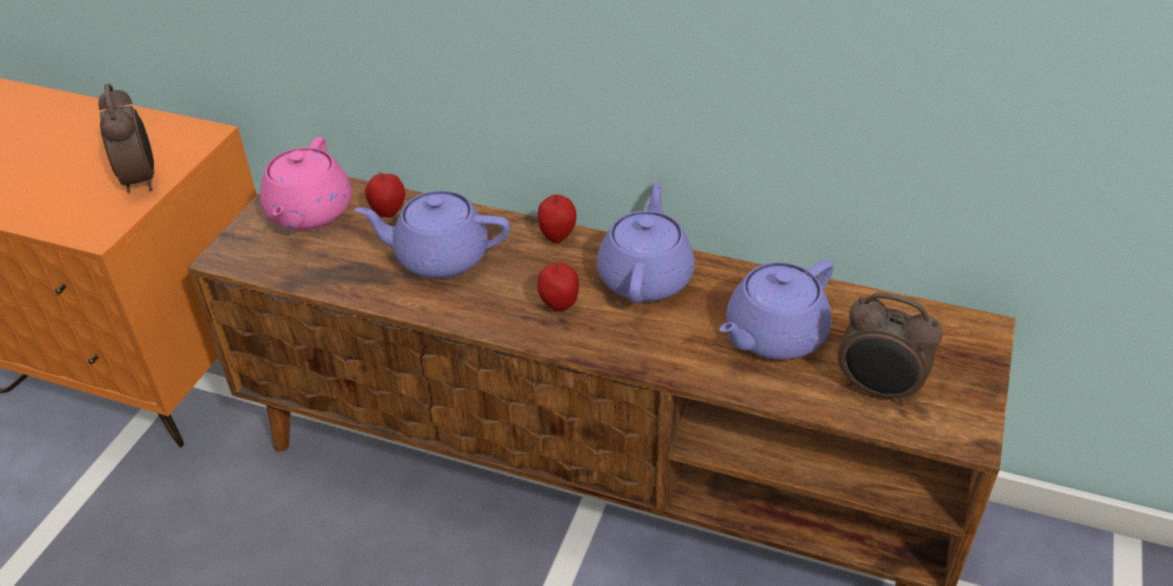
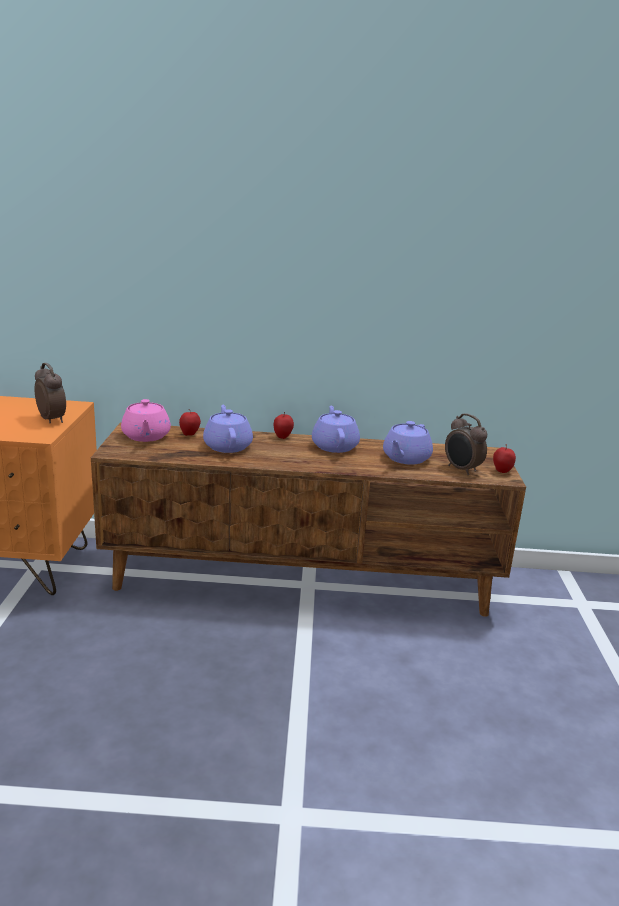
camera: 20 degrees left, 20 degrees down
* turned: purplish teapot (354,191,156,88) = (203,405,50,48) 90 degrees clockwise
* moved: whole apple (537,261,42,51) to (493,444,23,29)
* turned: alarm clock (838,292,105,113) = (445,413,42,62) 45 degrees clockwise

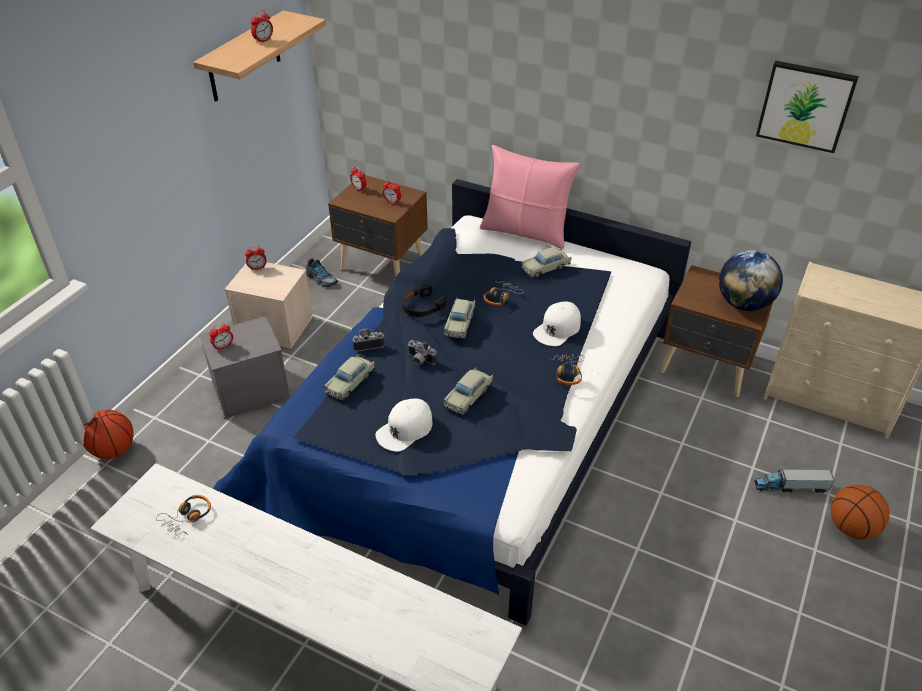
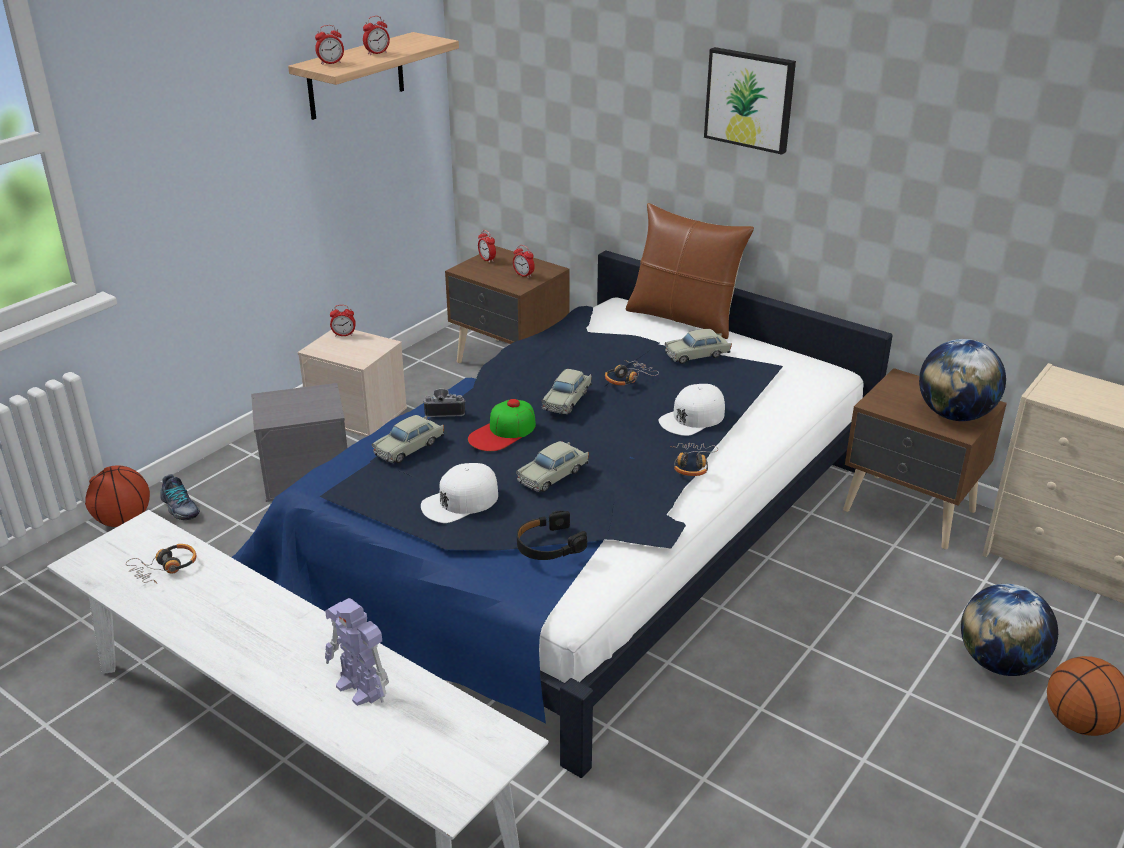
camera: 10 degrees right, 10 degrees down
* moved: wall art (756,61,103,92) to (704,47,92,108)
* recoloured: pink throw pillow (480,145,100,104) to brownish throw pillow (626,203,128,136)
* moved: item of footwear (305,258,33,29) to (160,474,40,46)
* moved: blackish headset (402,284,44,33) to (517,511,70,49)
* moved: alarm clock (209,323,24,28) to (315,25,29,40)
* replaced: still camera (407,340,30,25) to baseball cap (468,399,68,52)
* replaced: toy truck (754,468,81,25) to desk globe (961,584,97,92)
* added: model robot (325,598,64,108)

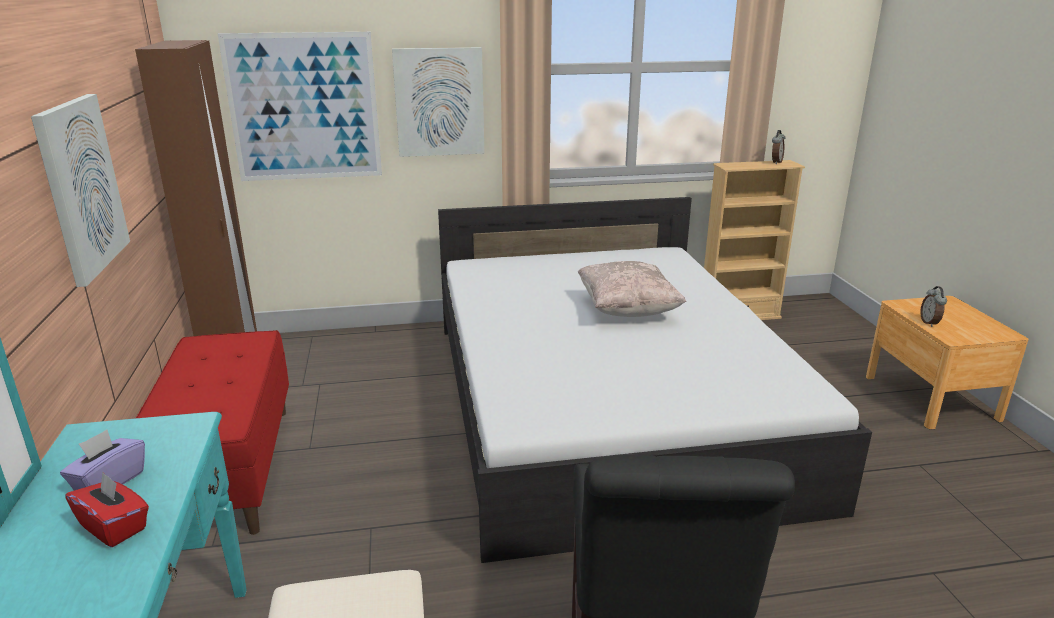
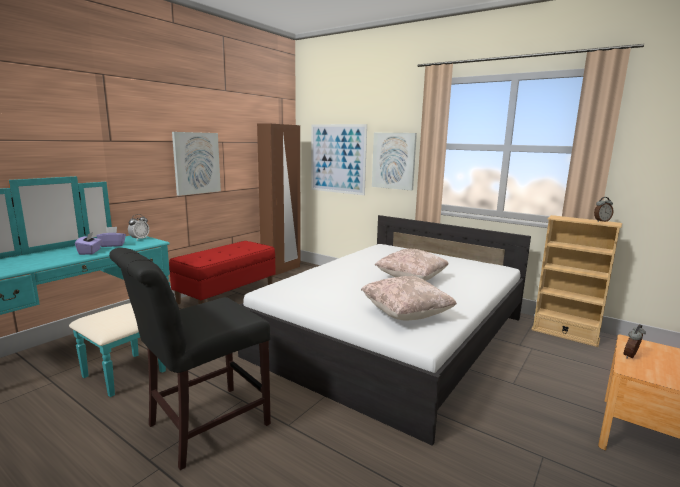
camera: 45 degrees right, 10 degrees down
* recoloured: red-coloured box of tissues (65,471,84,76) to purplish box of tissues (75,232,27,23)
* added: alarm clock (128,214,21,26)
* added: beige throw pillow (361,276,96,44)

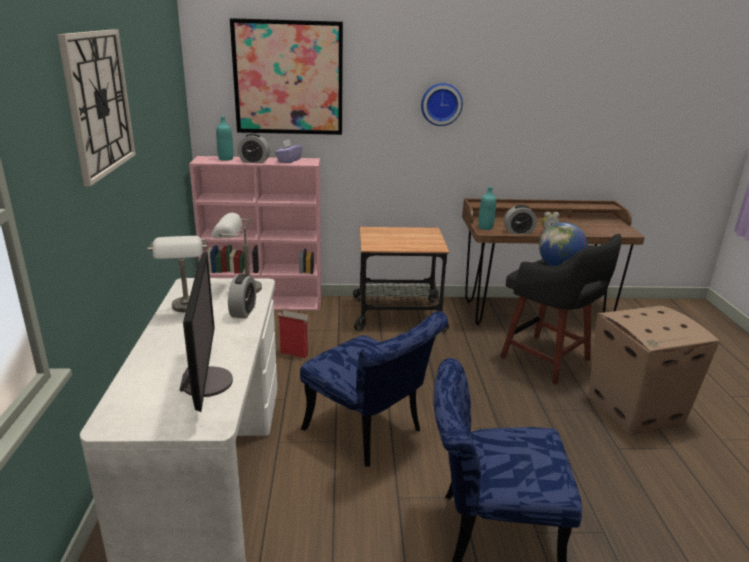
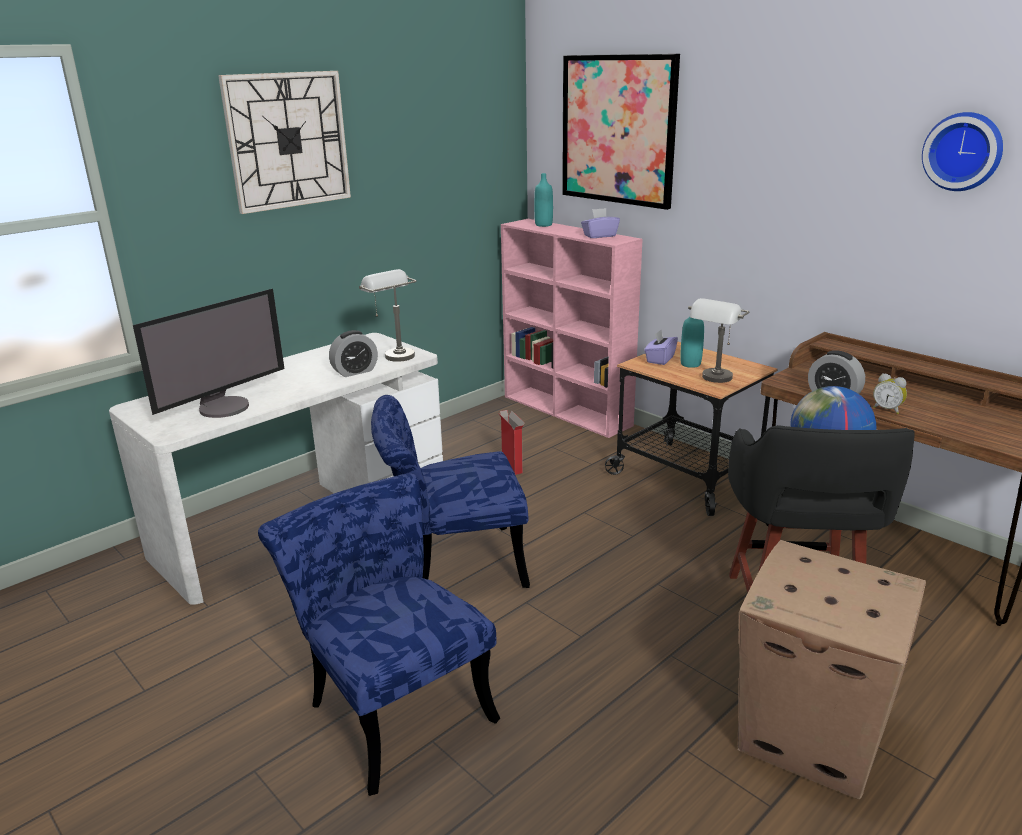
camera: 50 degrees right, 0 degrees up
* moved: hanging clock (421,83,42,43) to (922,112,81,79)
* removed: alarm clock (238,133,32,31)
* moved: turquoise drink bottle (478,187,18,43) to (680,317,24,51)
* moved: grey table lamp (148,236,59,76) to (688,298,61,85)
* turned: blue-coloured upright chair (300,311,148,156) = (371,395,159,193) 75 degrees clockwise
* added: purplish box of tissues (644,330,34,35)

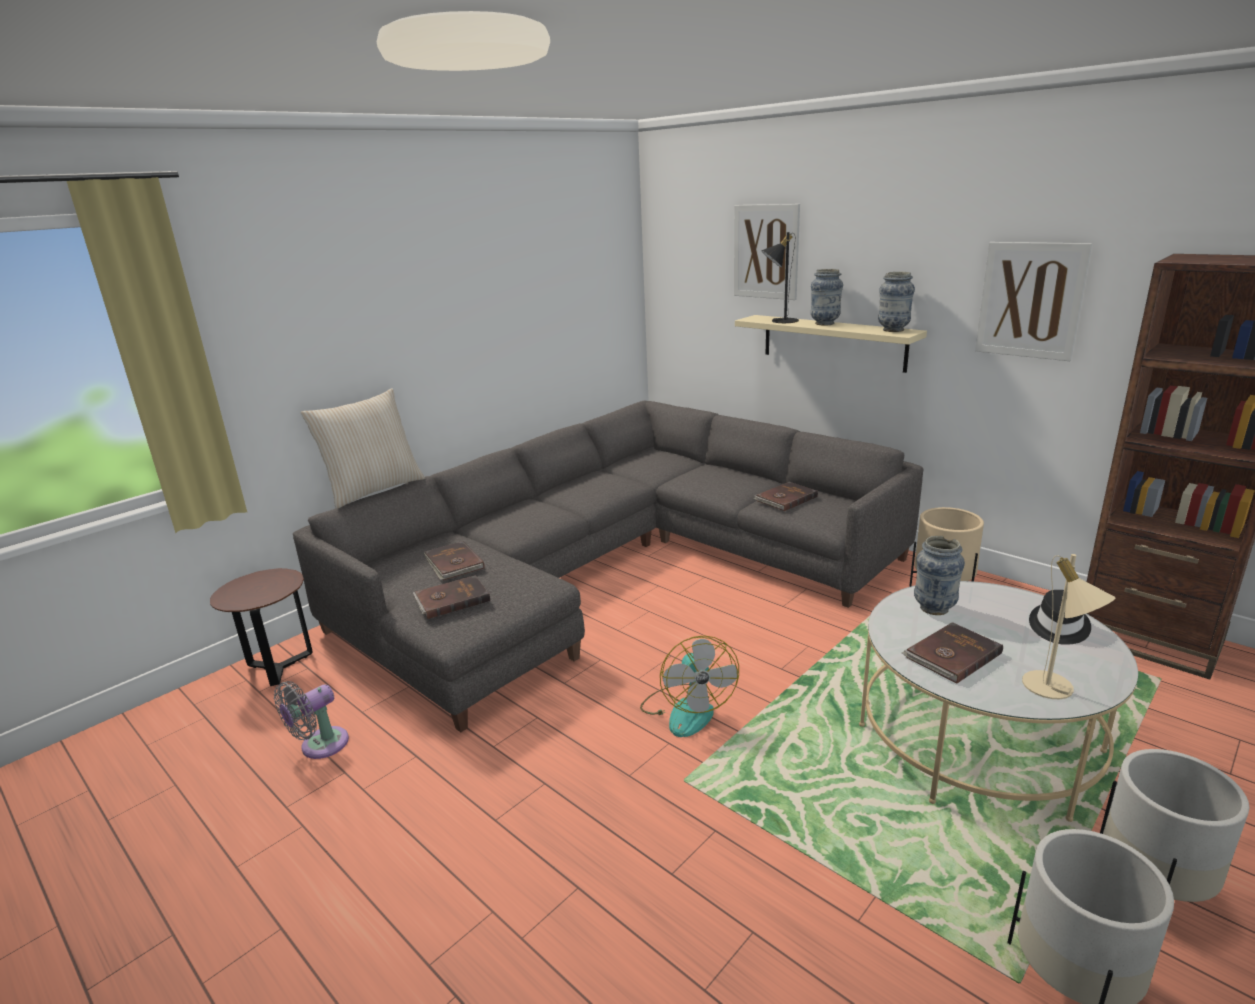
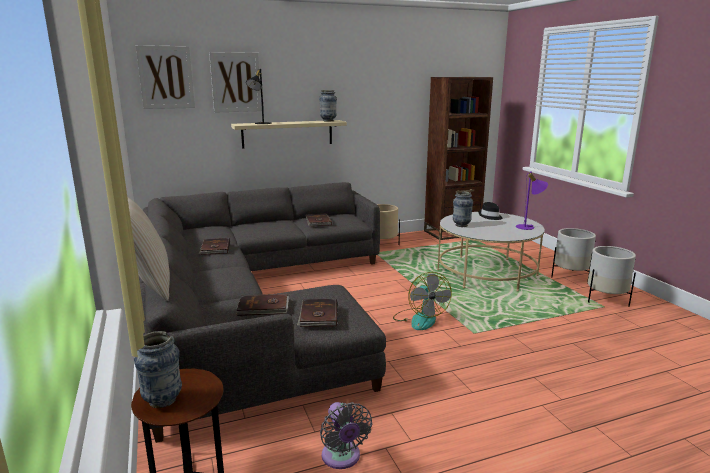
camera: 65 degrees left, 5 degrees down
* moved: wall art (975,242,117,119) to (136,45,59,64)
* moved: vase (811,269,32,56) to (134,331,48,77)
* recoloured: beige table lamp (1022,554,93,145) to purplish table lamp (516,171,32,59)
* moved: brownish volume (902,622,101,62) to (198,238,32,17)
* turned: cooling fan (640,636,99,101) = (393,272,59,58) 60 degrees clockwise

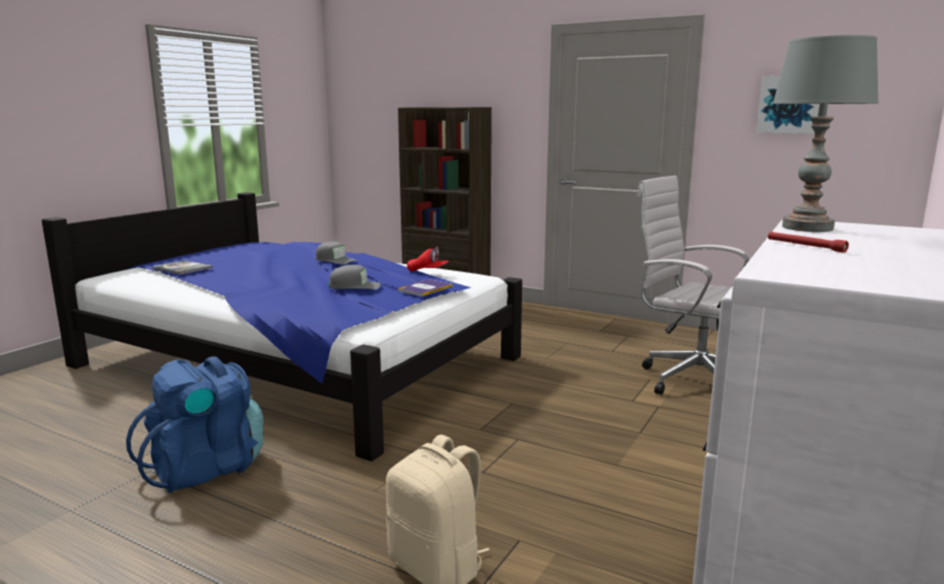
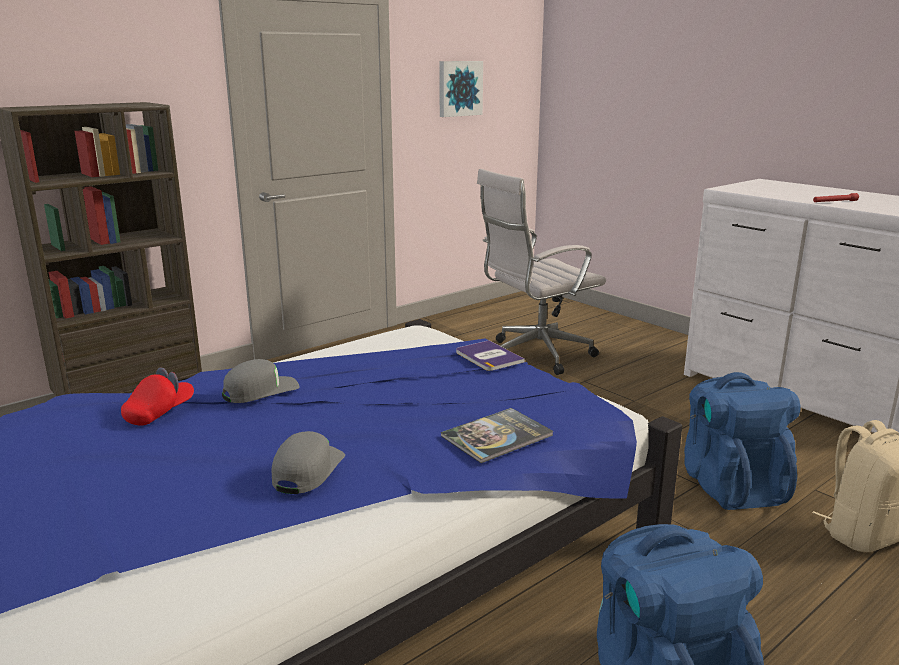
camera: 70 degrees left, 5 degrees up
* removed: grey table lamp (772,35,107,197)
* moved: red-coloured baseball cap (407,247,42,25) to (121,367,73,59)
* moved: volume (152,260,61,15) to (441,408,112,55)
* moved: grey baseball cap (329,265,52,24) to (272,431,73,63)
* added: blue-coloured backpack (684,372,117,138)

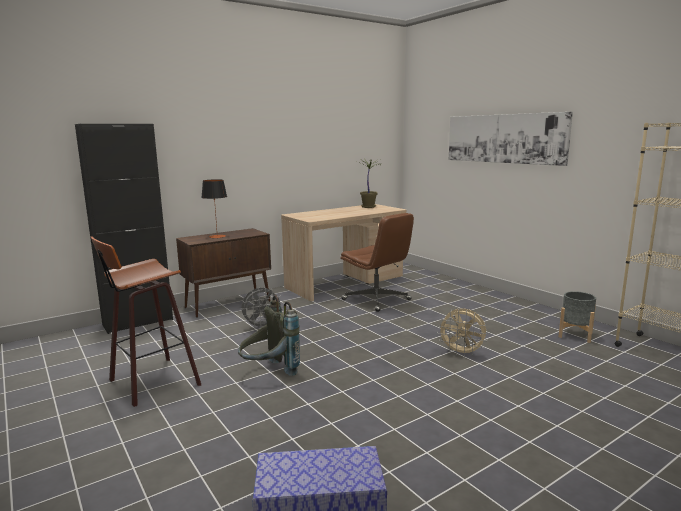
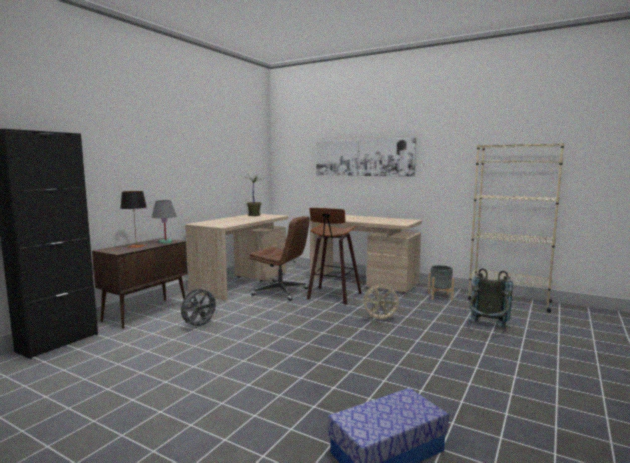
camera: 25 degrees left, 5 degrees down
* moved: stool (91,236,110,171) to (307,208,55,97)
* moved: grey backpack (238,295,62,81) to (469,268,44,60)
* added: grey table lamp (152,200,25,44)
* added: beige desk table (310,215,112,78)

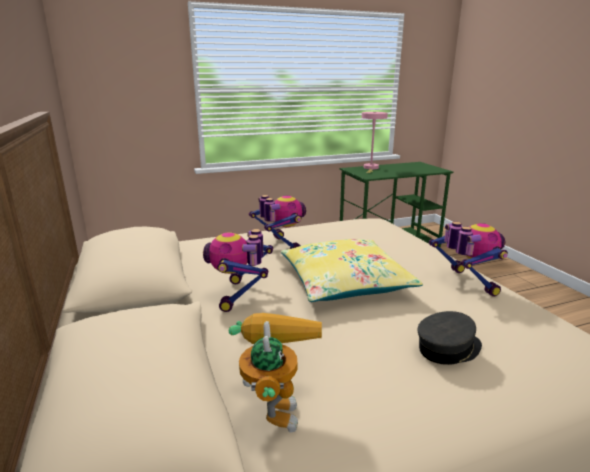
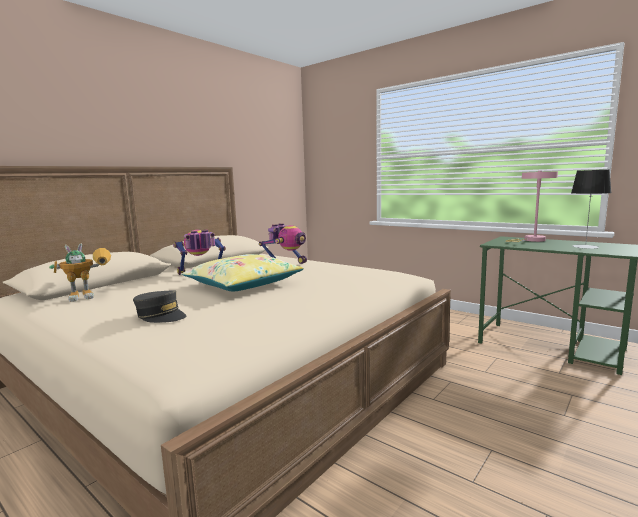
camera: 60 degrees right, 10 degrees down
* removed: model robot (429,222,79,75)
* added: table lamp (571,170,40,79)

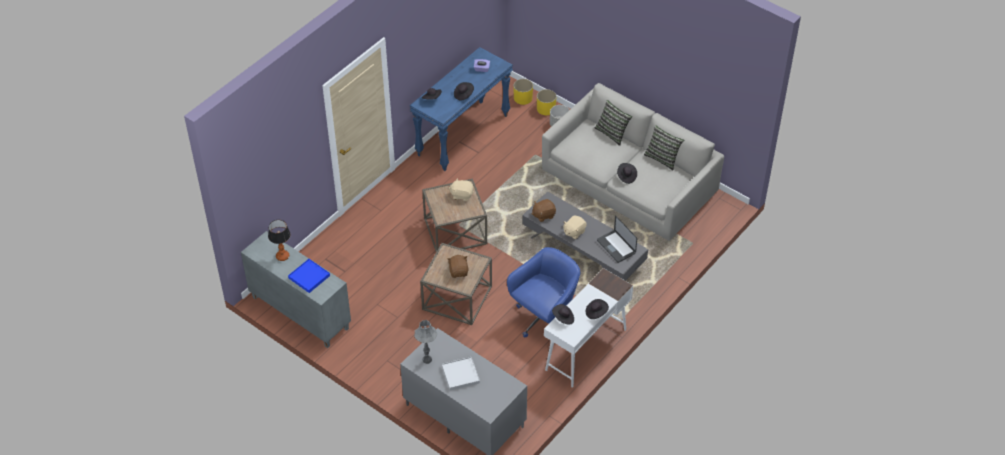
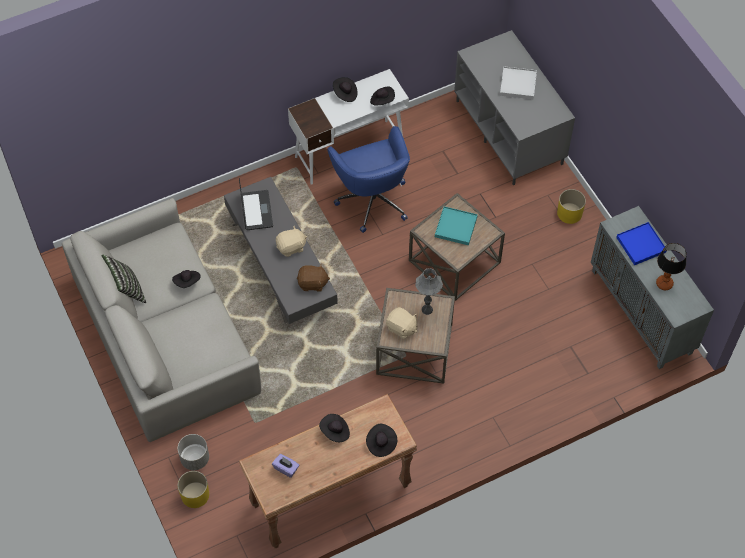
camera: 155 degrees left, 10 degrees up
* recoloured: blue-coloured hall table (410,47,103,124) to brownish hall table (239,394,178,155)
* moved: yellow-coloured plant pot (513,79,20,26) to (557,189,29,35)
* removed: throw pillow (595,100,37,46)
* turned: blue-coloured desk chair (507,247,73,90) = (327,126,83,107) 90 degrees counterclockwise
* replaced: brownish cuddly toy (447,255,21,23) to turquoise tray (435,206,43,39)
* moved: grey table lamp (414,320,23,44) to (415,268,28,47)

